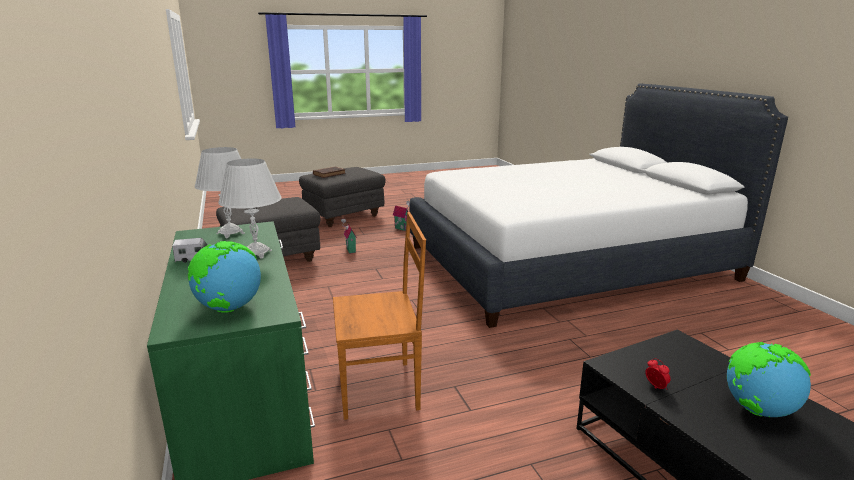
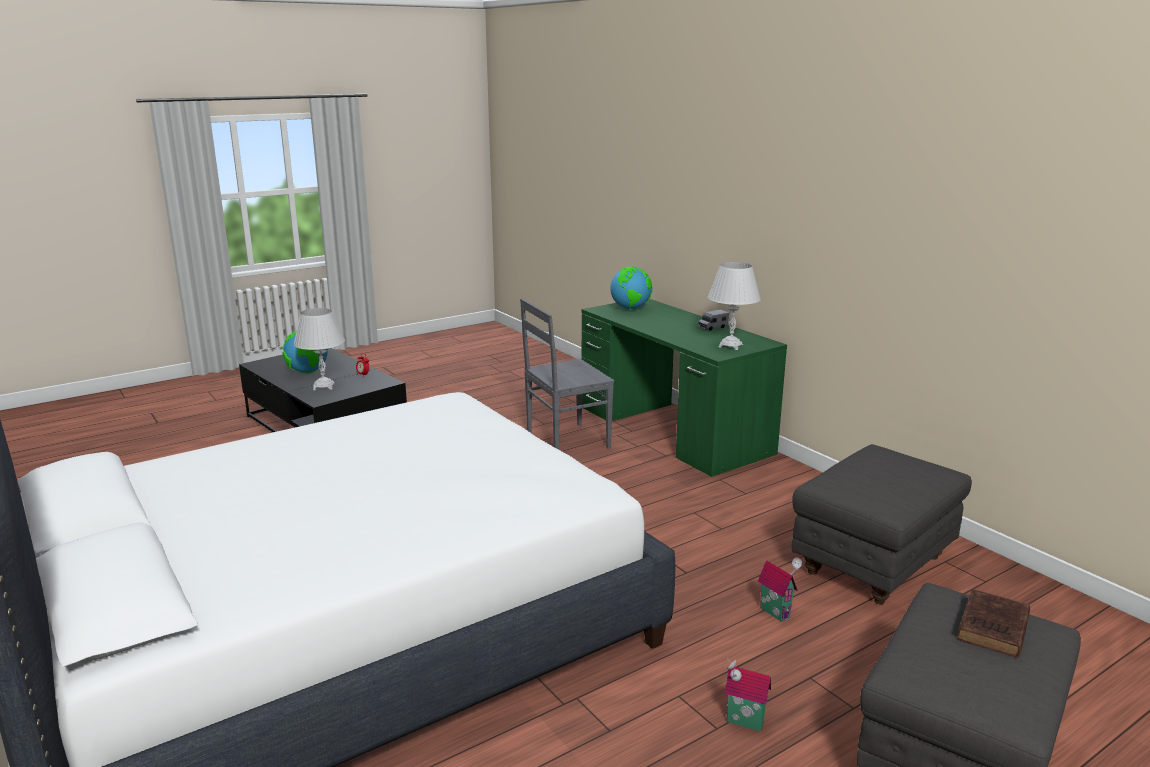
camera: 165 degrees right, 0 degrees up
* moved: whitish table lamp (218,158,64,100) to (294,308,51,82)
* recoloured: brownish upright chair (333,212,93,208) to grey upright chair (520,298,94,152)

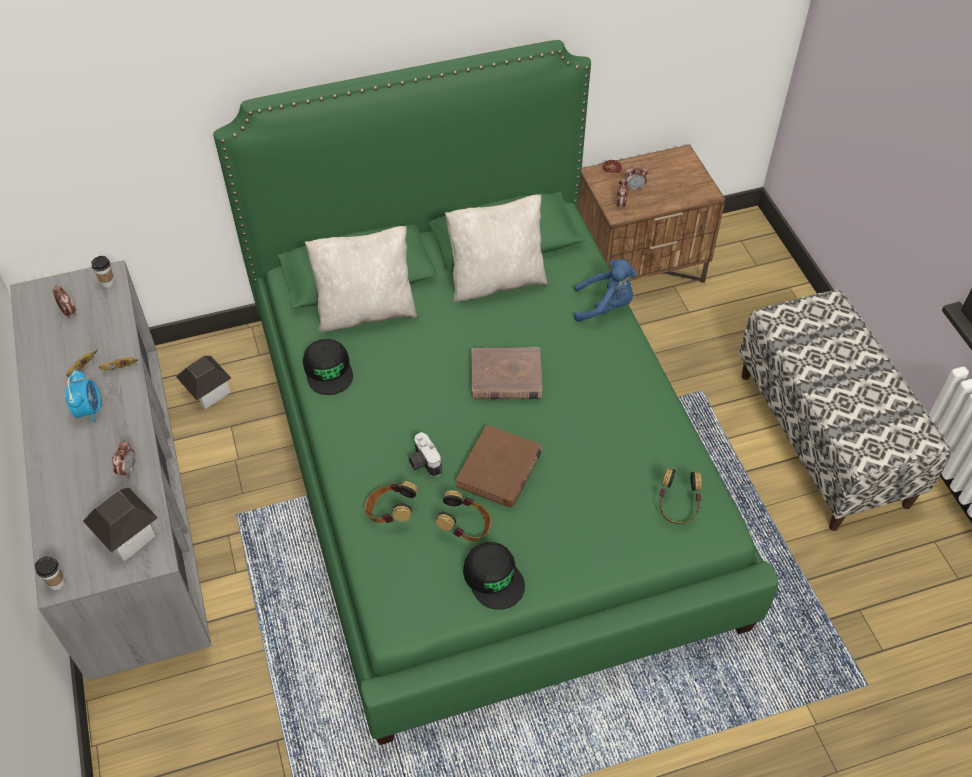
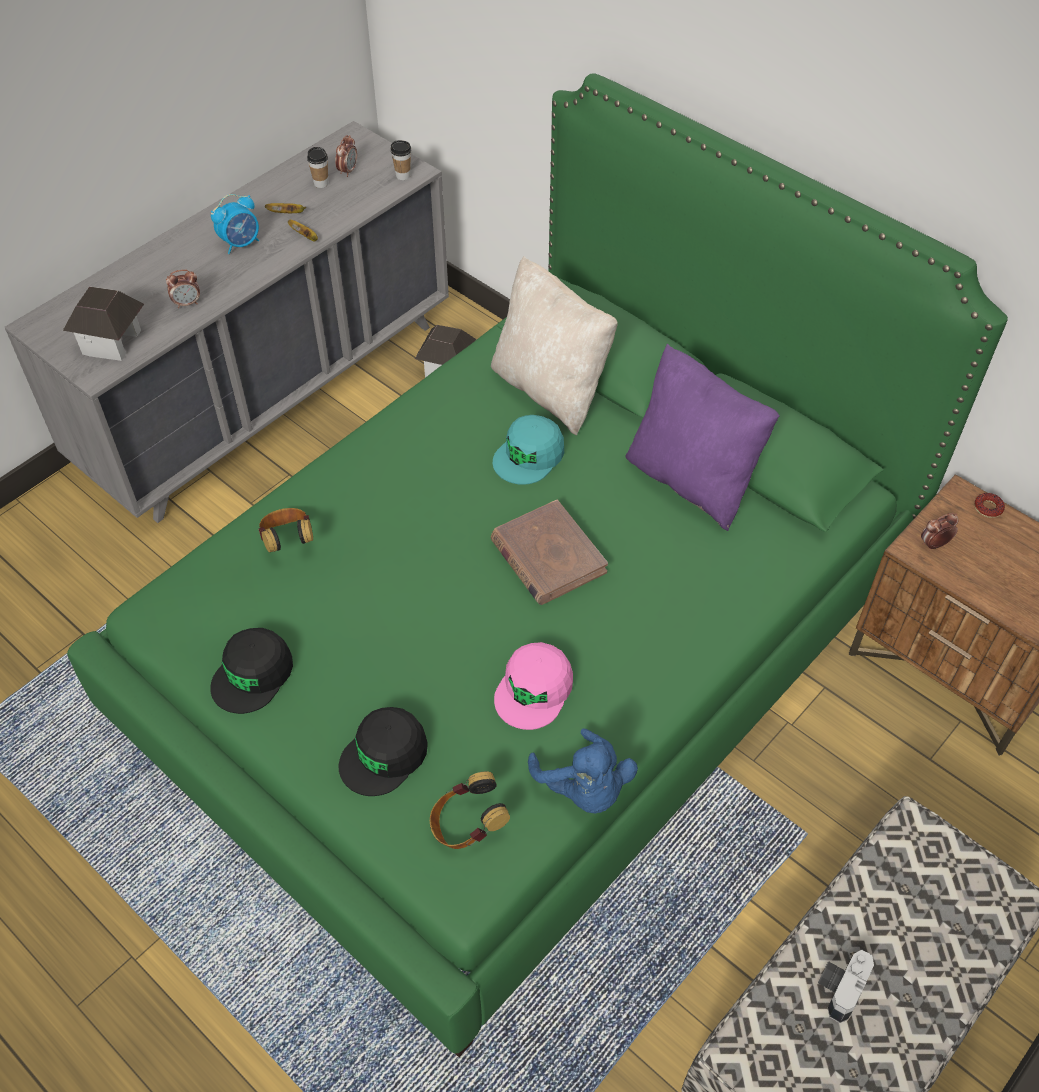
camera: 60 degrees right, 0 degrees up
* removed: alarm clock (624,165,24,25)
* recoloured: beige throw pillow (445,195,103,107) to purplish throw pillow (625,344,155,187)
* moved: blue-coloured cuddly toy (574,259,63,63) to (528,728,110,85)
* moved: blackish baseball cap (303,339,50,56) to (339,707,89,89)
* removed: brownish volume (456,425,86,82)
* moved: still camera (408,432,34,45) to (818,950,56,73)
* removed: headset (436,490,55,51)
* moved: drinking cup (35,556,30,34) to (307,147,21,41)
* added: turquoise baseball cap (493,415,71,70)
* added: pink baseball cap (494,642,79,88)

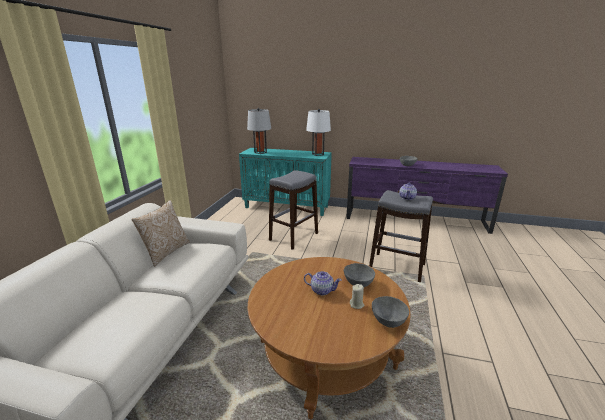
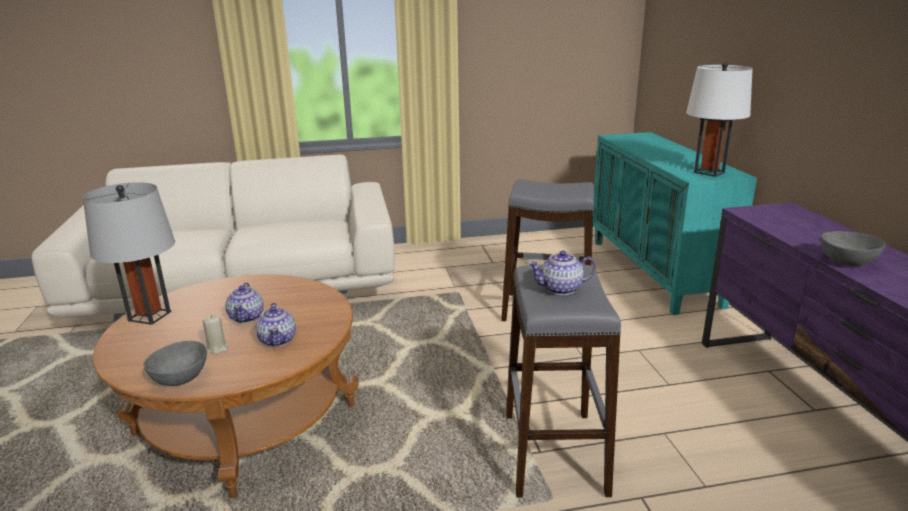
camera: 65 degrees right, 0 degrees up
* moved: grey table lamp (247,108,24,46) to (83,182,92,143)
* removed: throw pillow (131,200,59,67)
* replaced: grey serving bowl (344,263,31,24) to teapot (256,303,40,44)

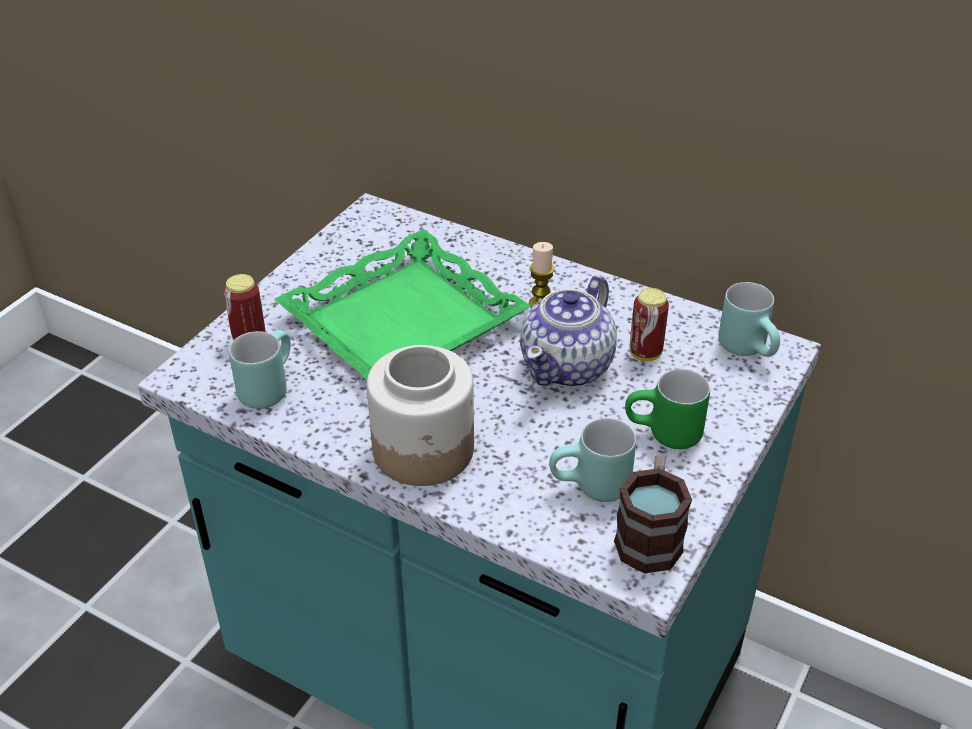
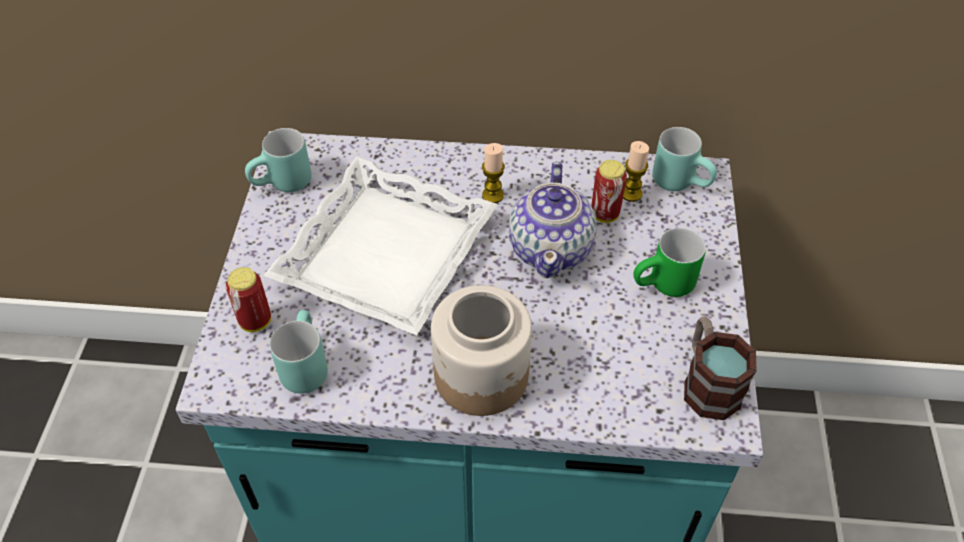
camera: 25 degrees left, 10 degrees up
* recoloured: green-coloured tray (274,229,257,151) to whitish tray (263,156,235,179)
* moved: turquoise tea mug (549,418,87,84) to (245,128,67,64)
* added: candle (623,141,26,61)

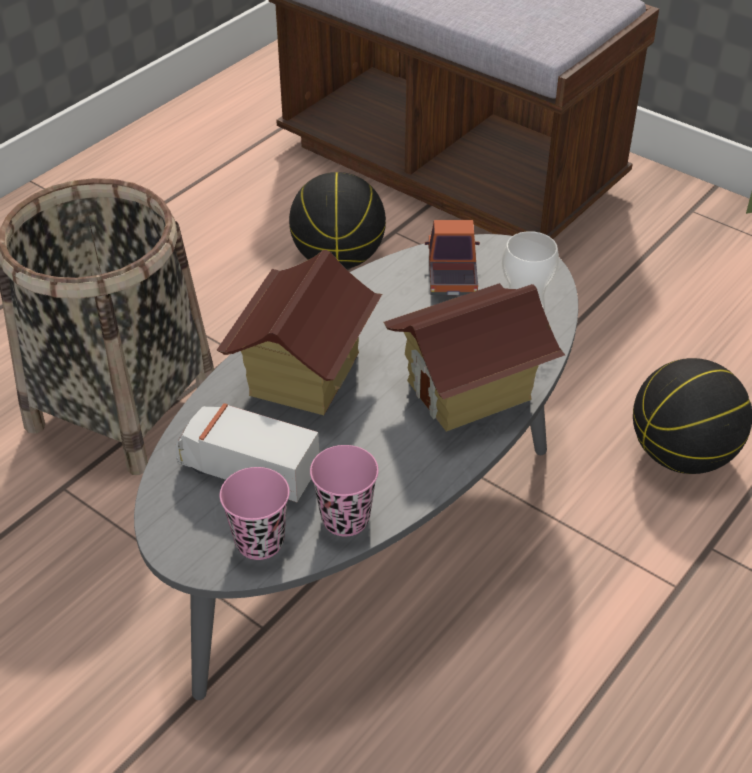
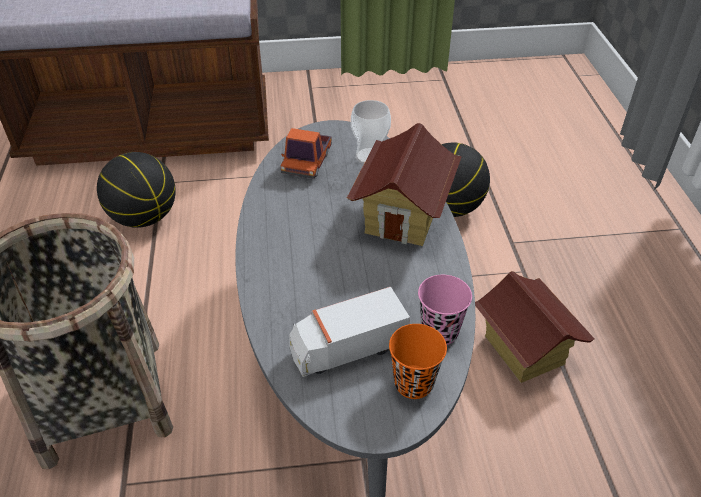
camera: 45 degrees left, 0 degrees up
* turned: toy truck (425,220,55,75) = (280,128,52,51) 120 degrees counterclockwise
* moved: model house (217,250,165,165) to (475,271,119,112)
* recoloured: pink drinking cup (220,467,70,93) to orange drinking cup (389,324,58,75)

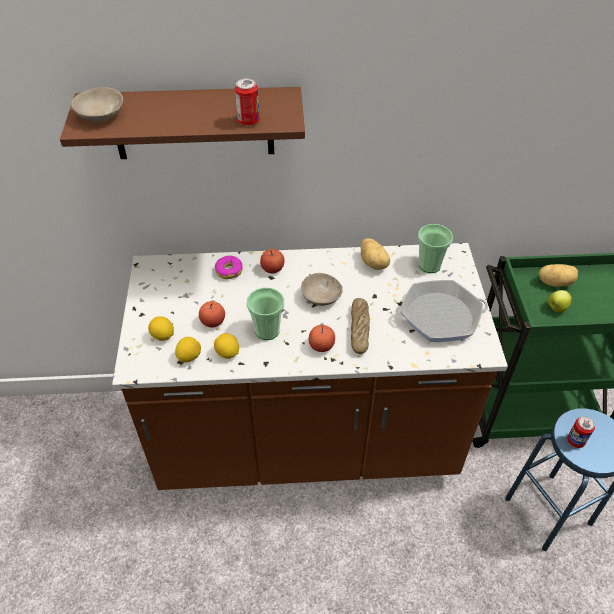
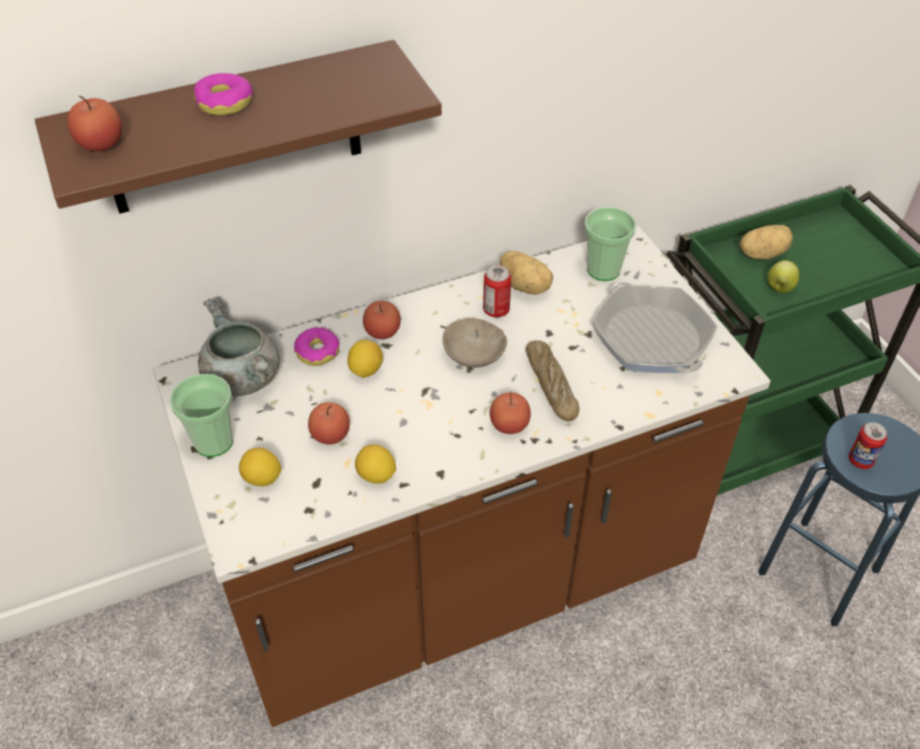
camera: 20 degrees left, 0 degrees up
* moved: can (235,78,25,48) to (483,265,28,52)
* replaced: beige serving bowl (71,87,52,35) to whole apple (67,95,55,57)
* turned: skillet (395,280,93,62) = (592,282,125,91) 90 degrees clockwise
* moved: drinking cup (246,288,38,52) to (170,374,64,83)
* moved: lemon (175,337,26,25) to (347,340,36,38)
* added: ring doughnut (194,73,59,43)
* added: grey stockpot (198,297,82,100)

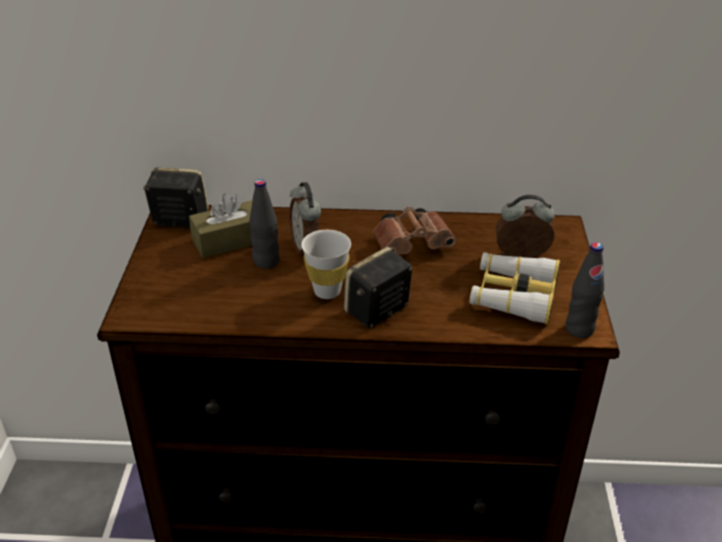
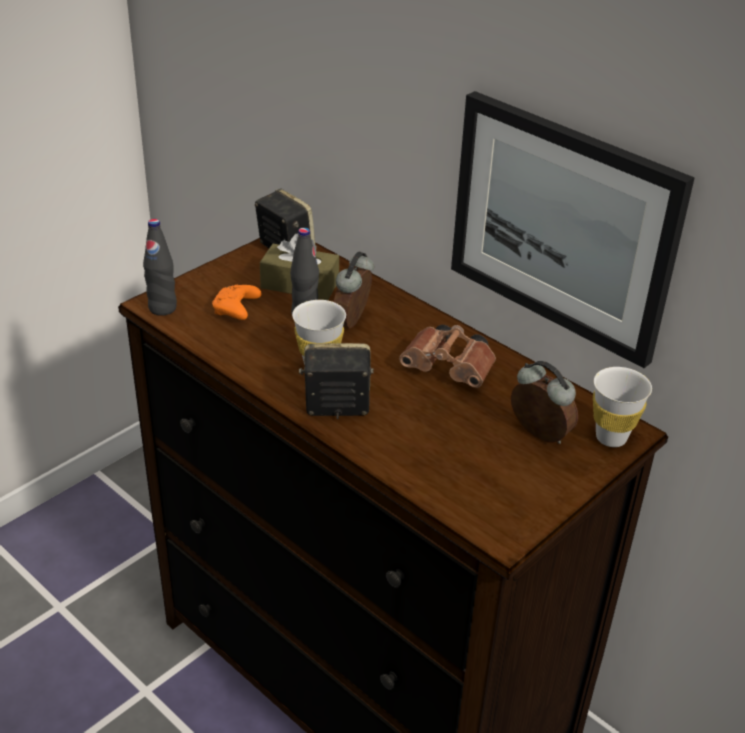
camera: 40 degrees right, 0 degrees up
* moved: blackish drink bottle (566,242,38,96) to (143,219,34,97)
* removed: binoculars (470,252,90,72)
* added: wall art (451,91,244,277)
* added: orange gamepad (212,285,50,35)
* added: whitish drinking cup (593,367,59,80)

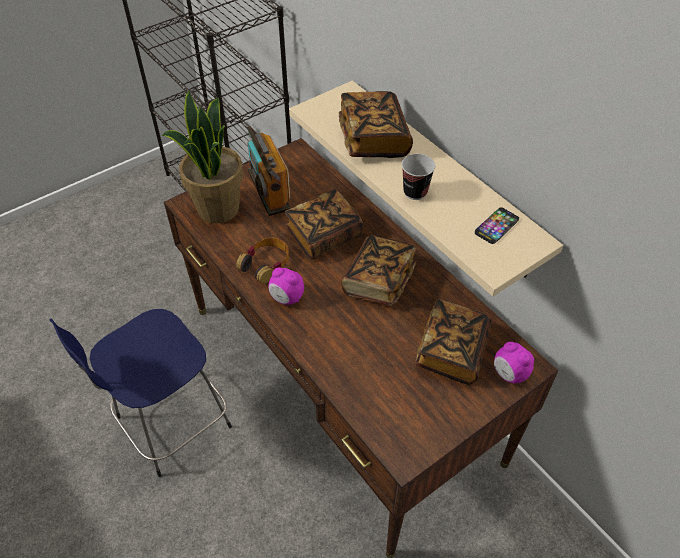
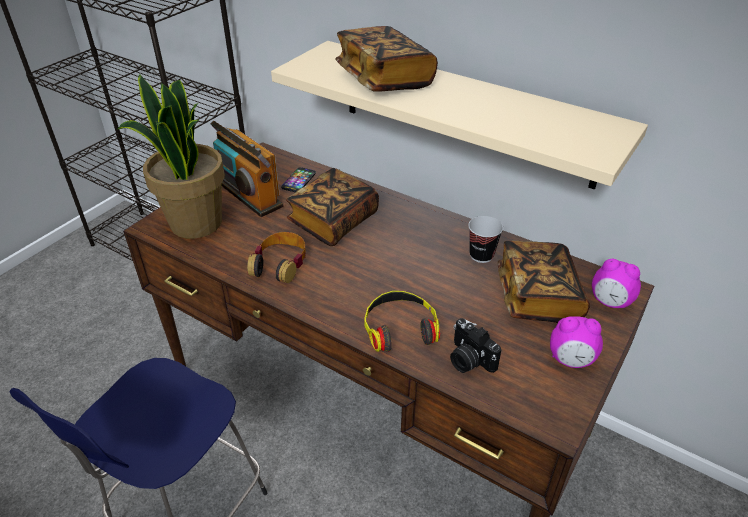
camera: 20 degrees left, 10 degrees down
* moved: drinking cup (402,154,33,46) to (468,216,35,47)
* moved: phone (475,207,44,37) to (281,167,35,25)
* removed: volume (341,235,75,71)
* moved: alarm clock (268,267,36,38) to (550,316,53,52)
* added: headset (365,291,75,61)
* added: still camera (450,318,51,55)

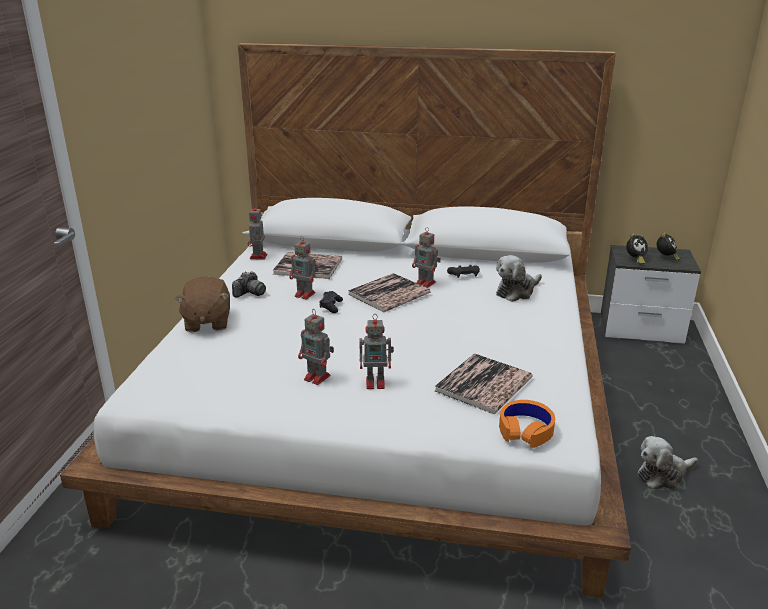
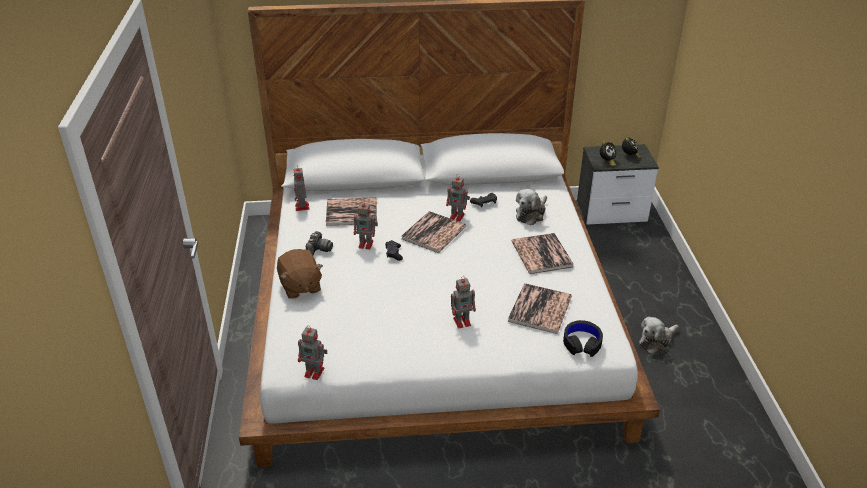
camera: 15 degrees left, 10 degrees up
* moved: model robot (298,309,36,76) to (298,325,29,55)
* recoloured: orange headset (499,400,56,48) to blackish headset (563,320,40,37)
* added: volume (512,233,62,41)

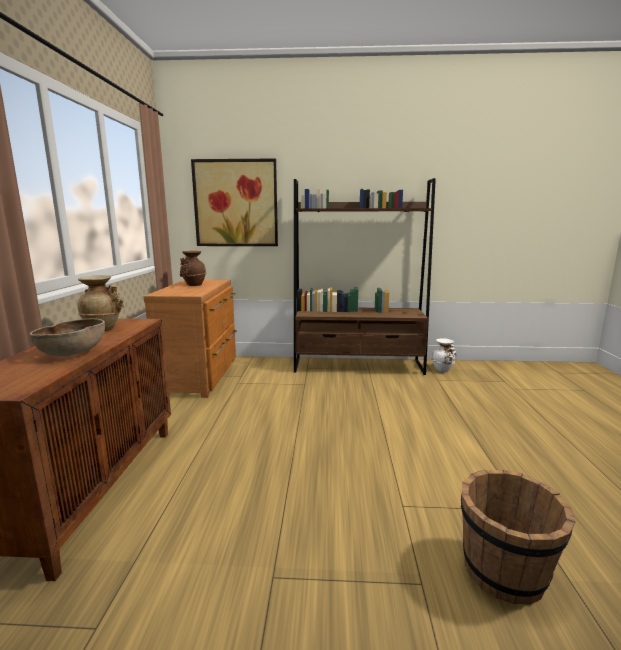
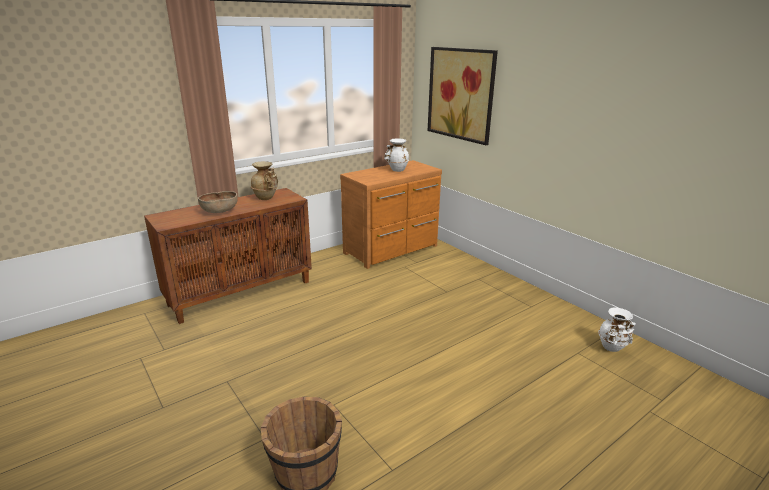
camera: 50 degrees right, 10 degrees up
* removed: brownish bookshelf (294,178,142,197)
* recoloured: brownish vase (180,251,26,35) to whitish vase (384,138,25,34)

